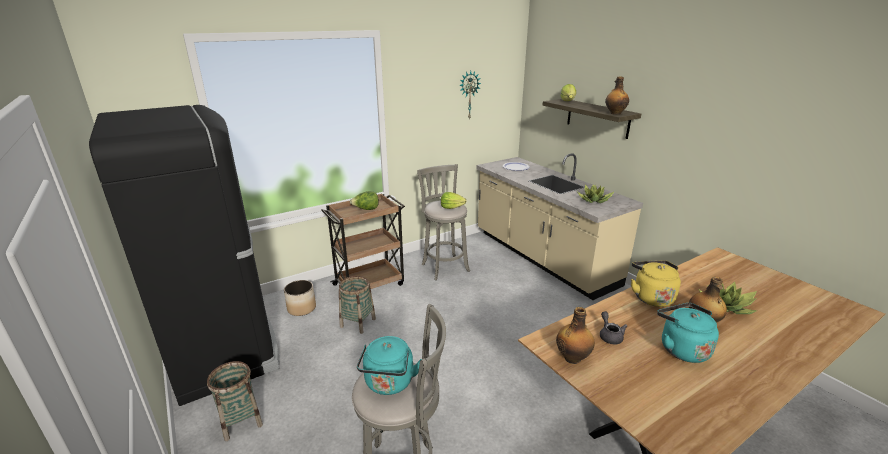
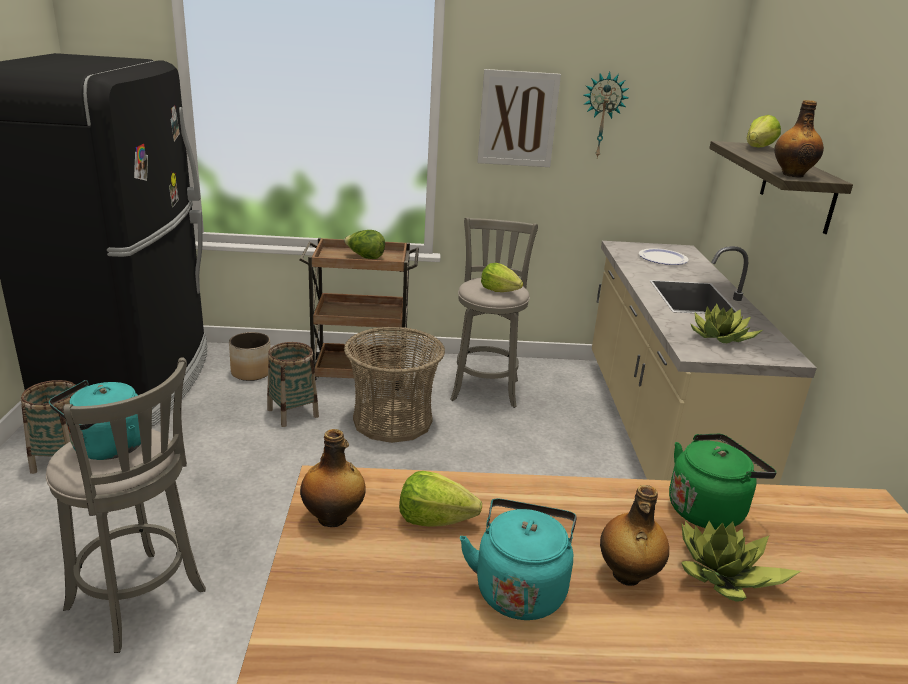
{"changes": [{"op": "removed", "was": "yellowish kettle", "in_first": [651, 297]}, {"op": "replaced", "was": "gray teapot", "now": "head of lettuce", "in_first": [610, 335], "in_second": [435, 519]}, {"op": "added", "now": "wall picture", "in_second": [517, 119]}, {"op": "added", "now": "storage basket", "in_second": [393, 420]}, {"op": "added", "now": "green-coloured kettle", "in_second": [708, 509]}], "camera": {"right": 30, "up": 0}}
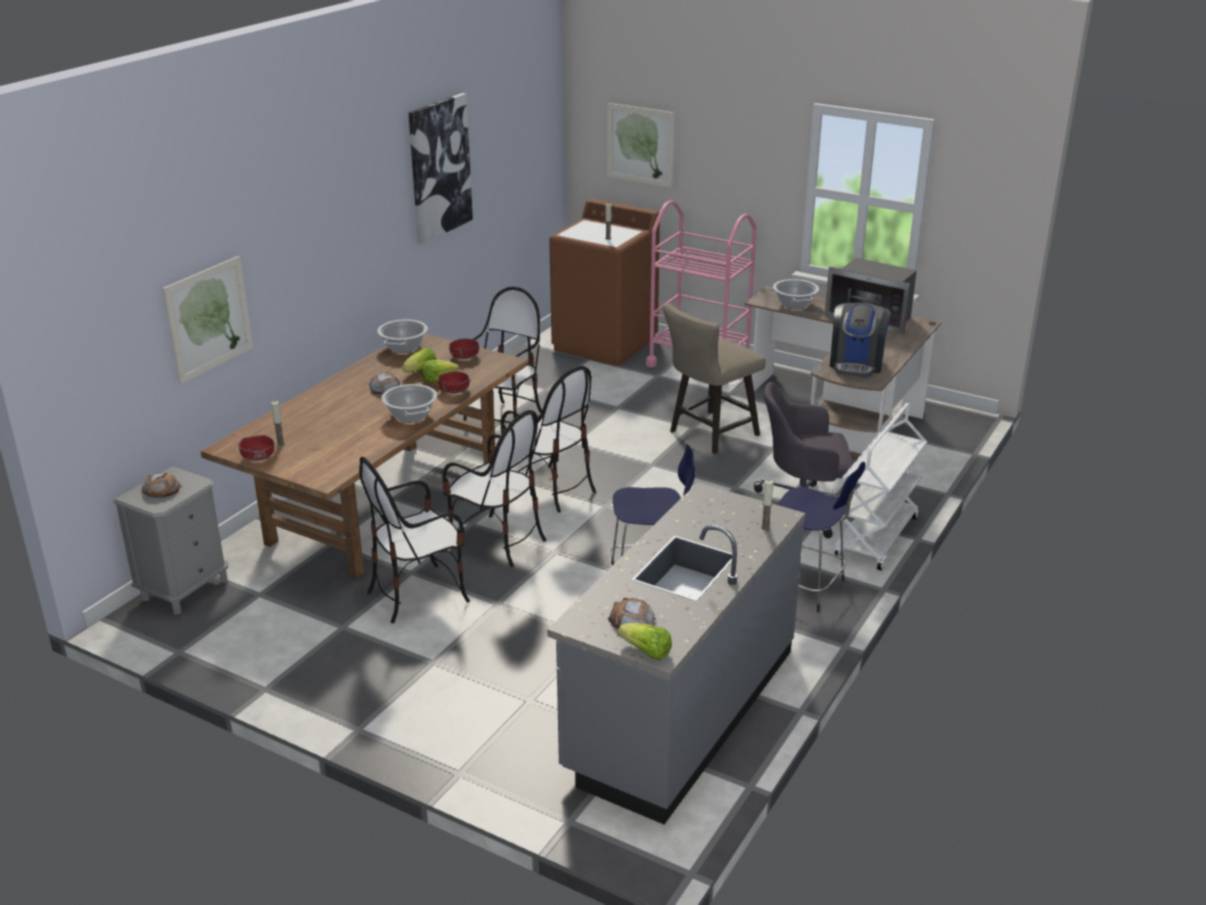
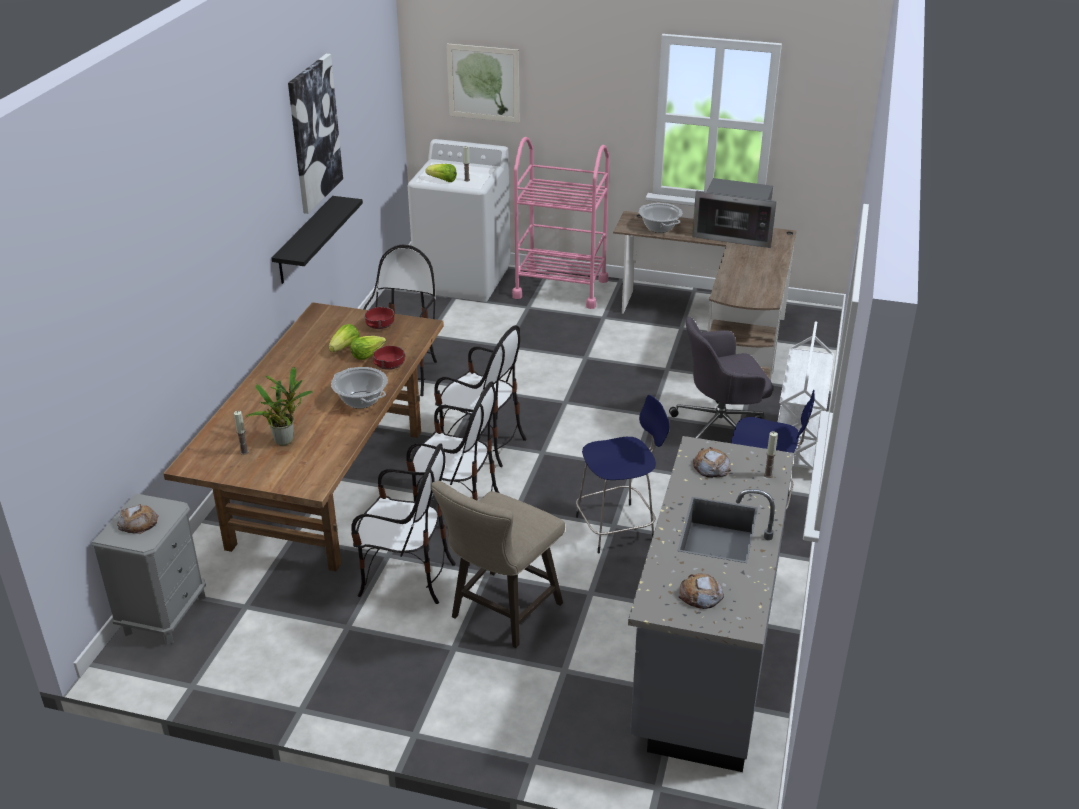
{"changes": [{"op": "recoloured", "was": "brownish laundry appliance", "now": "white laundry appliance", "in_first": [605, 344], "in_second": [463, 279]}, {"op": "removed", "was": "wall picture", "in_first": [209, 318]}, {"op": "removed", "was": "coffee maker", "in_first": [856, 364]}, {"op": "moved", "was": "beige stool seat", "in_first": [709, 435], "in_second": [501, 614]}, {"op": "removed", "was": "cooking pot", "in_first": [404, 347]}, {"op": "moved", "was": "bread", "in_first": [384, 388], "in_second": [711, 467]}, {"op": "removed", "was": "red serving bowl", "in_first": [258, 457]}, {"op": "turned", "was": "chair", "in_first": [418, 594], "in_second": [406, 577], "clockwise": -120}, {"op": "moved", "was": "head of lettuce", "in_first": [646, 652], "in_second": [442, 180]}, {"op": "added", "now": "black wall shelf", "in_second": [305, 240]}, {"op": "added", "now": "plant in a pot", "in_second": [286, 439]}], "camera": {"right": -15, "up": 5}}
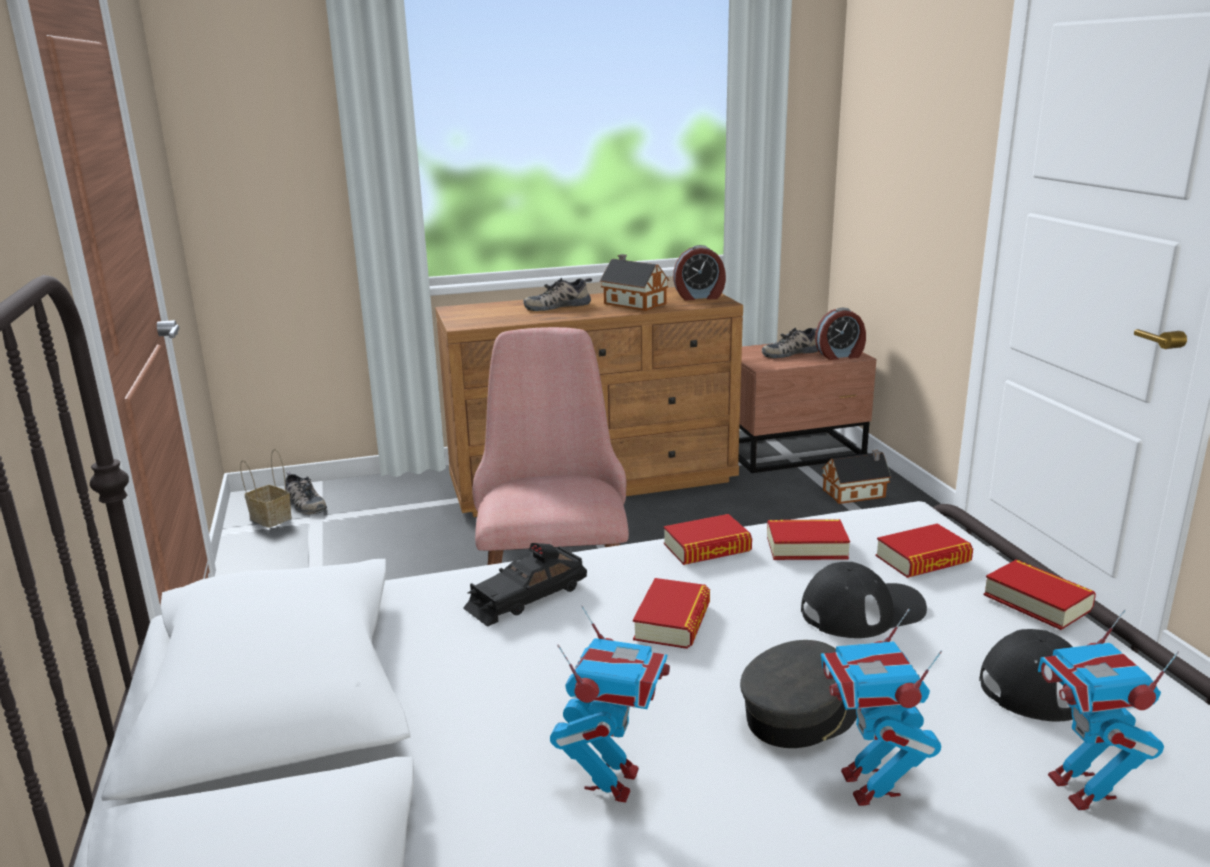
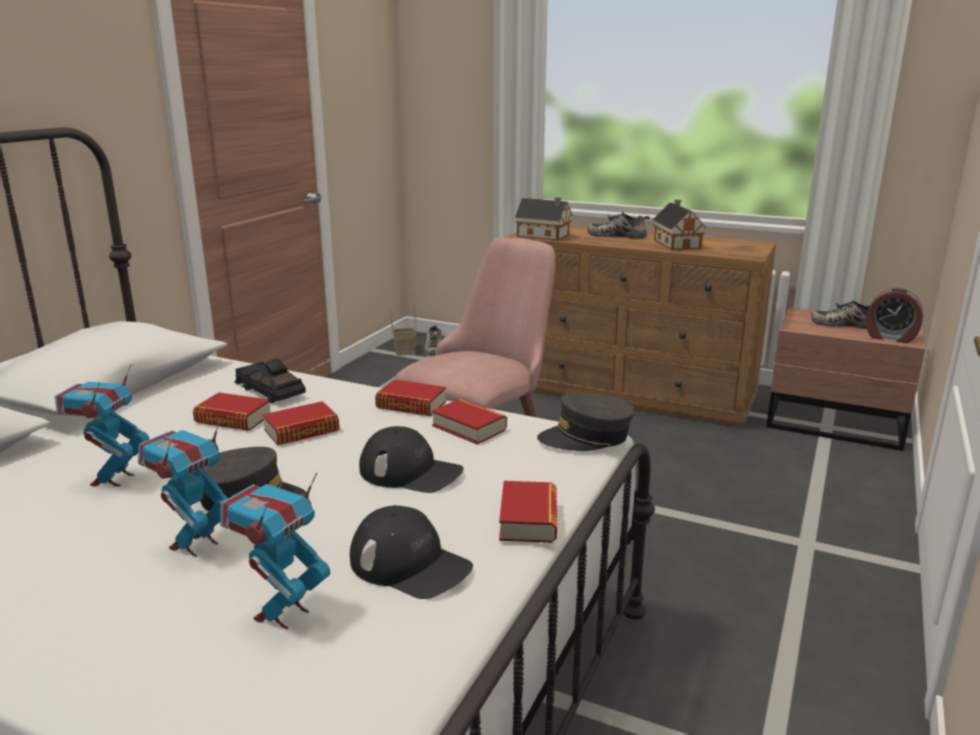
{"changes": [{"op": "removed", "was": "alarm clock", "in_first": [699, 297]}, {"op": "moved", "was": "model house", "in_first": [856, 493], "in_second": [544, 236]}, {"op": "moved", "was": "volume", "in_first": [922, 559], "in_second": [233, 419]}, {"op": "turned", "was": "black miniature car", "in_first": [526, 596], "in_second": [269, 390], "clockwise": 45}, {"op": "turned", "was": "robot figure", "in_first": [612, 781], "in_second": [113, 479], "clockwise": 135}, {"op": "added", "now": "gray peaked cap", "in_second": [586, 437]}], "camera": {"right": 40, "up": 0}}
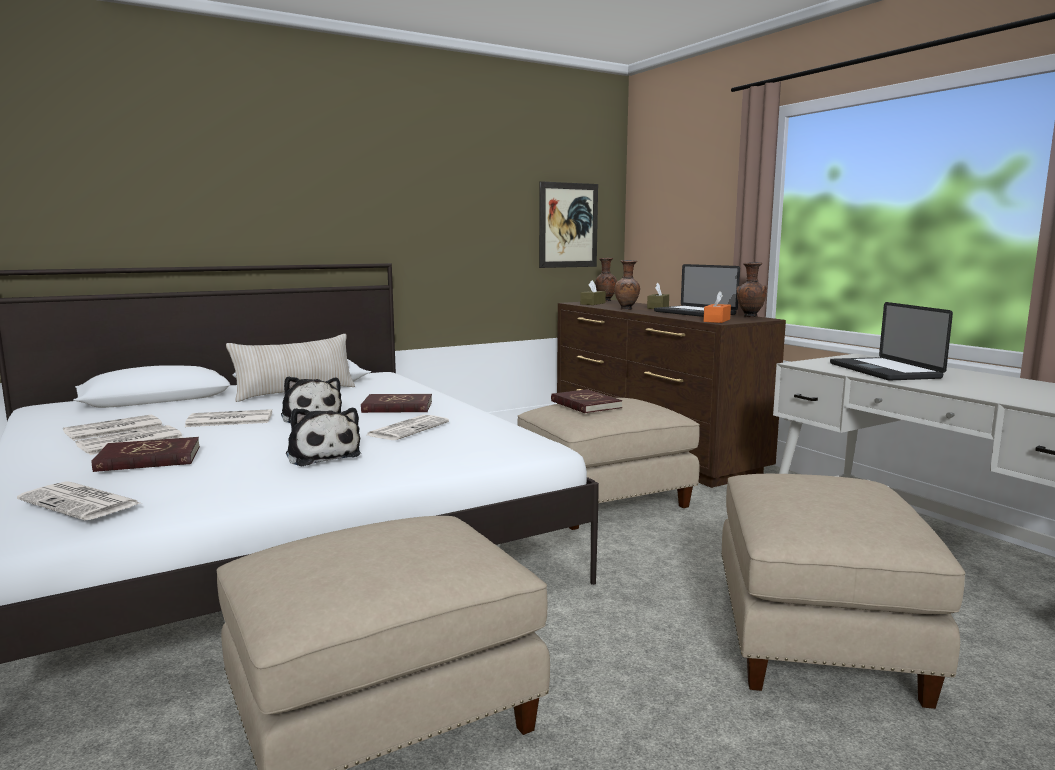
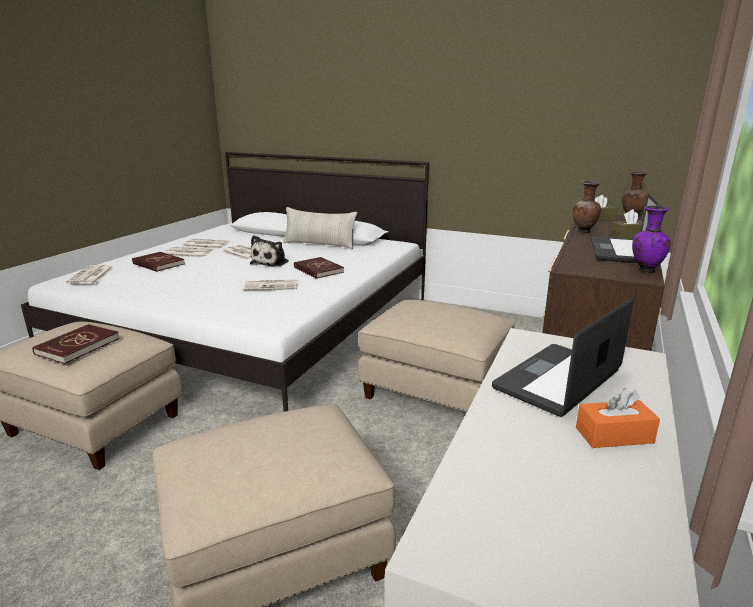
{"changes": [{"op": "removed", "was": "wall picture", "in_first": [568, 225]}, {"op": "recoloured", "was": "brownish flower vase", "now": "purple-coloured flower vase", "in_first": [749, 317], "in_second": [645, 271]}, {"op": "moved", "was": "orange-coloured tissue box", "in_first": [717, 320], "in_second": [614, 435]}, {"op": "moved", "was": "red volume", "in_first": [585, 404], "in_second": [77, 346]}, {"op": "removed", "was": "plush toy", "in_first": [322, 455]}], "camera": {"right": 55, "up": 10}}
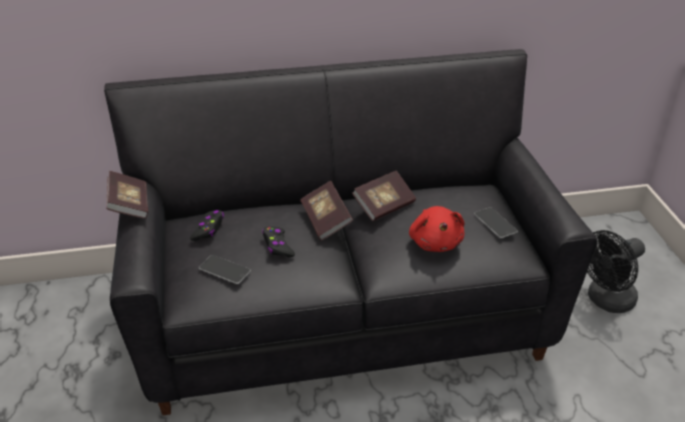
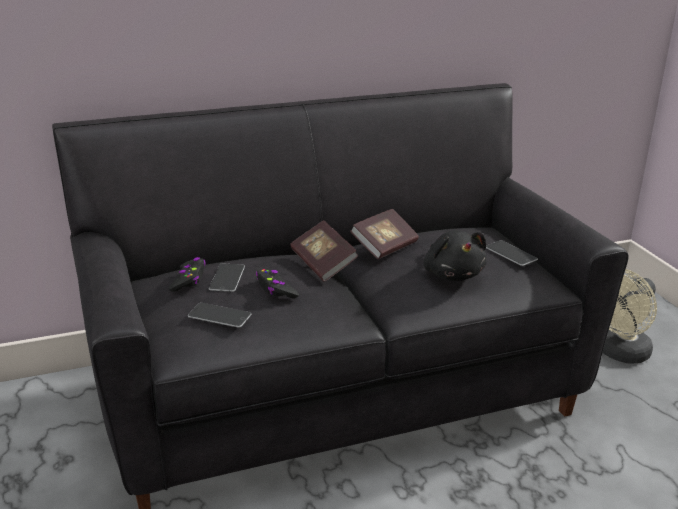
{"changes": [{"op": "removed", "was": "volume", "in_first": [129, 206]}, {"op": "recoloured", "was": "red plush toy", "now": "black plush toy", "in_first": [435, 242], "in_second": [452, 274]}, {"op": "recoloured", "was": "black cooling fan", "now": "beige cooling fan", "in_first": [606, 301], "in_second": [619, 354]}, {"op": "added", "now": "phone", "in_second": [227, 278]}], "camera": {"right": -10, "up": -10}}
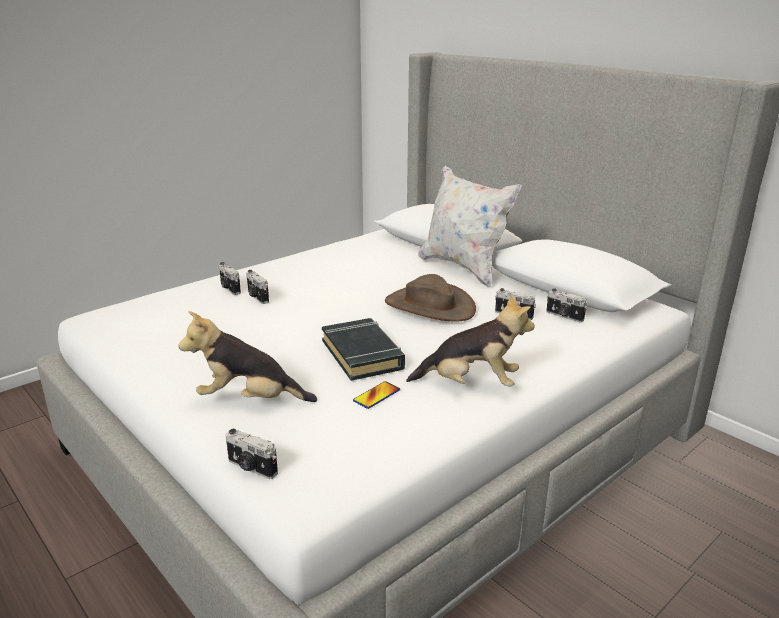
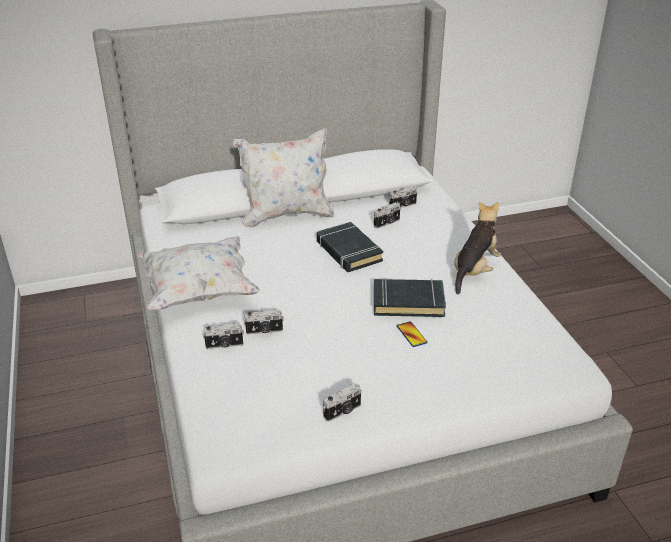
{"changes": [{"op": "replaced", "was": "brownish wearable hat", "now": "black volume", "in_first": [429, 306], "in_second": [348, 251]}, {"op": "removed", "was": "plush toy", "in_first": [249, 400]}, {"op": "moved", "was": "phone", "in_first": [376, 396], "in_second": [411, 335]}, {"op": "moved", "was": "still camera", "in_first": [251, 468], "in_second": [343, 412]}, {"op": "added", "now": "white throw pillow", "in_second": [199, 291]}], "camera": {"right": -65, "up": 10}}
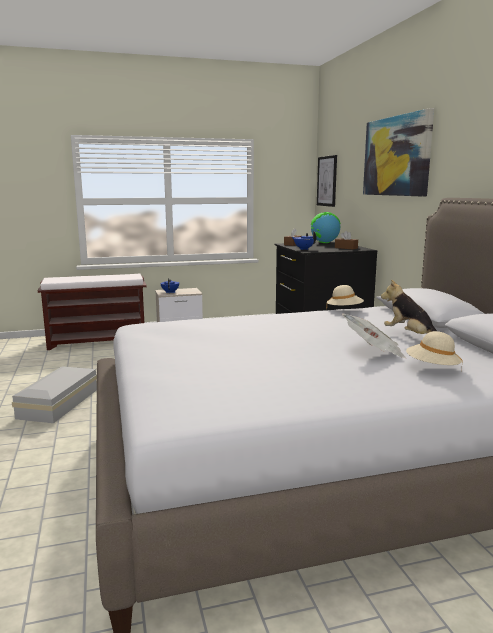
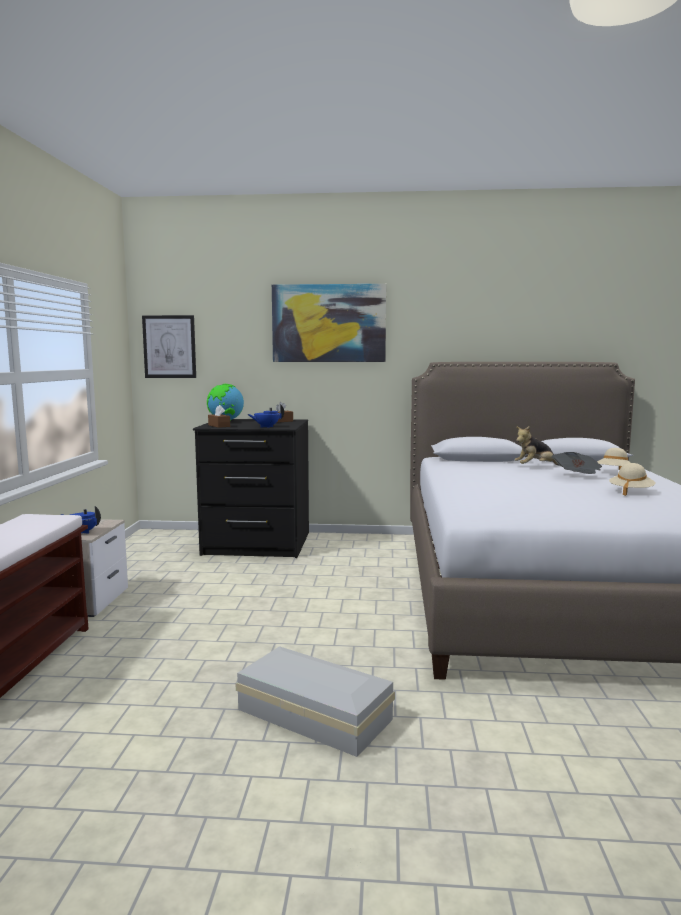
{"changes": [{"op": "moved", "was": "beige wearable hat", "in_first": [344, 310], "in_second": [631, 492]}], "camera": {"right": -70, "up": -5}}
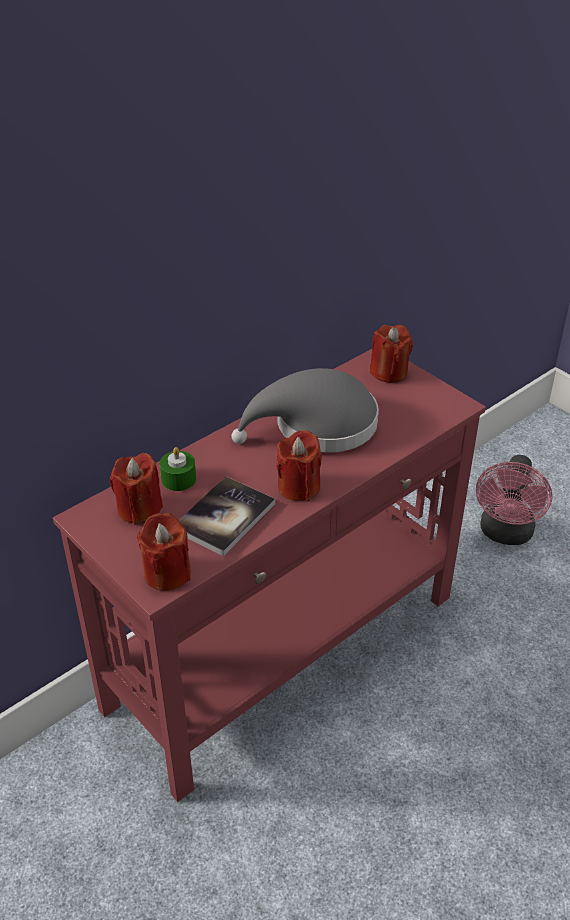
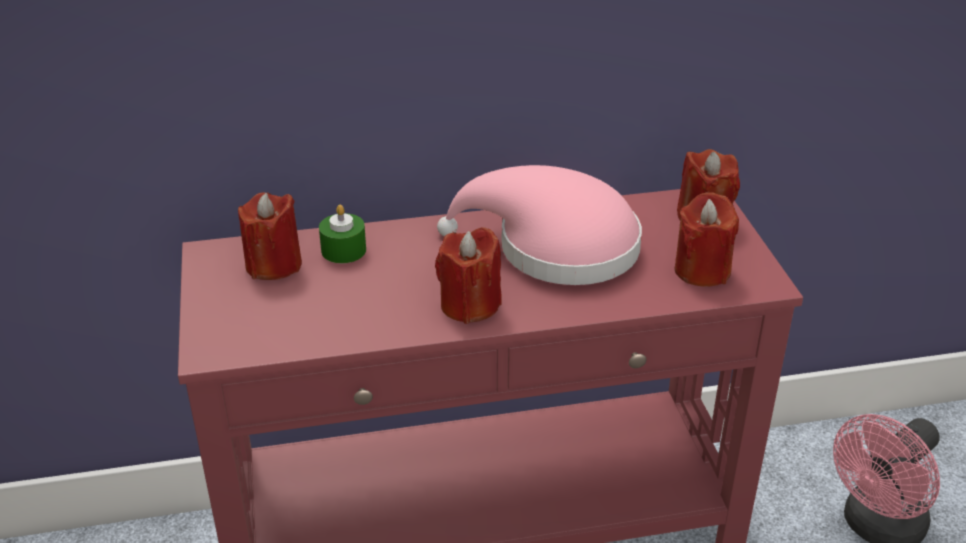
{"changes": [{"op": "recoloured", "was": "gray wearable hat", "now": "pinkish wearable hat", "in_first": [317, 426], "in_second": [555, 248]}, {"op": "removed", "was": "volume", "in_first": [225, 517]}, {"op": "moved", "was": "red wax light", "in_first": [167, 573], "in_second": [702, 270]}], "camera": {"right": 30, "up": -5}}
